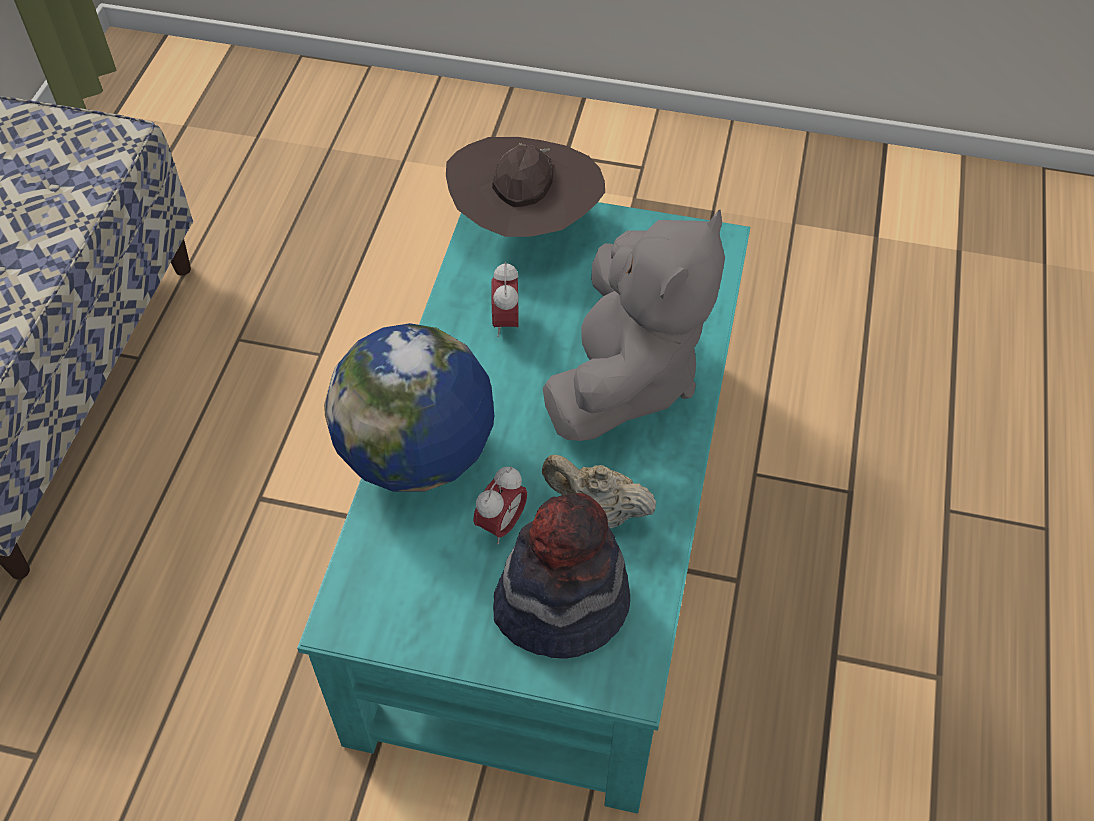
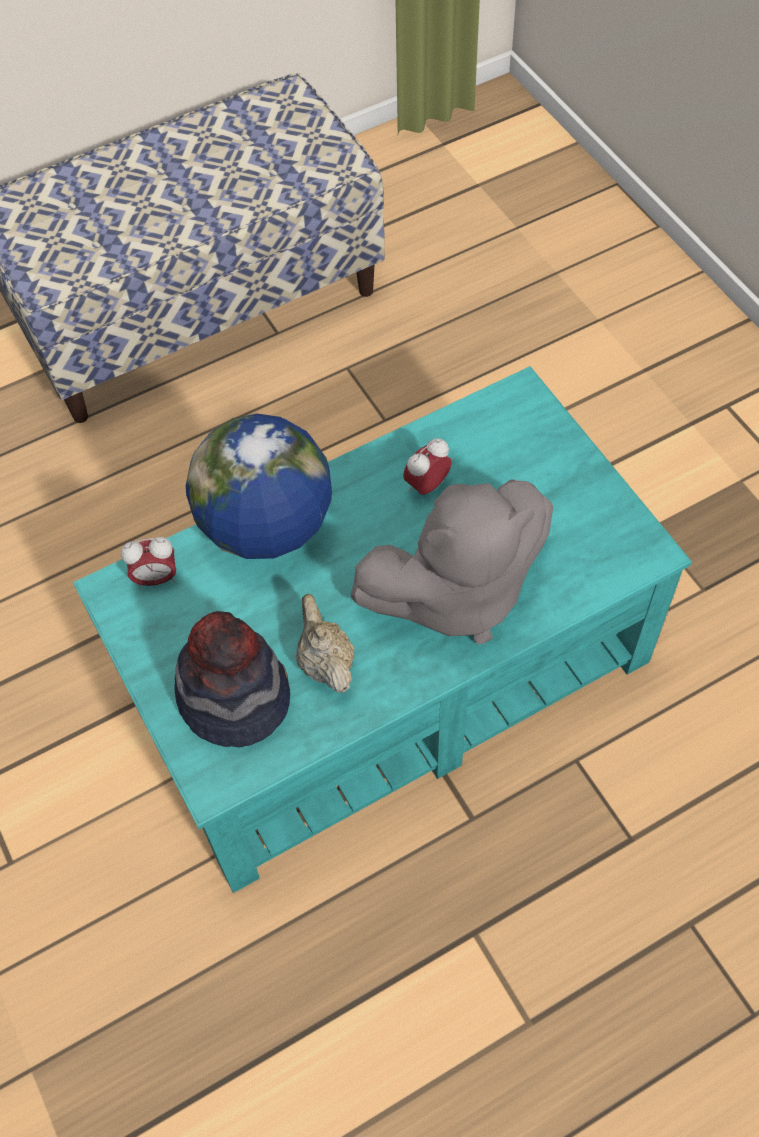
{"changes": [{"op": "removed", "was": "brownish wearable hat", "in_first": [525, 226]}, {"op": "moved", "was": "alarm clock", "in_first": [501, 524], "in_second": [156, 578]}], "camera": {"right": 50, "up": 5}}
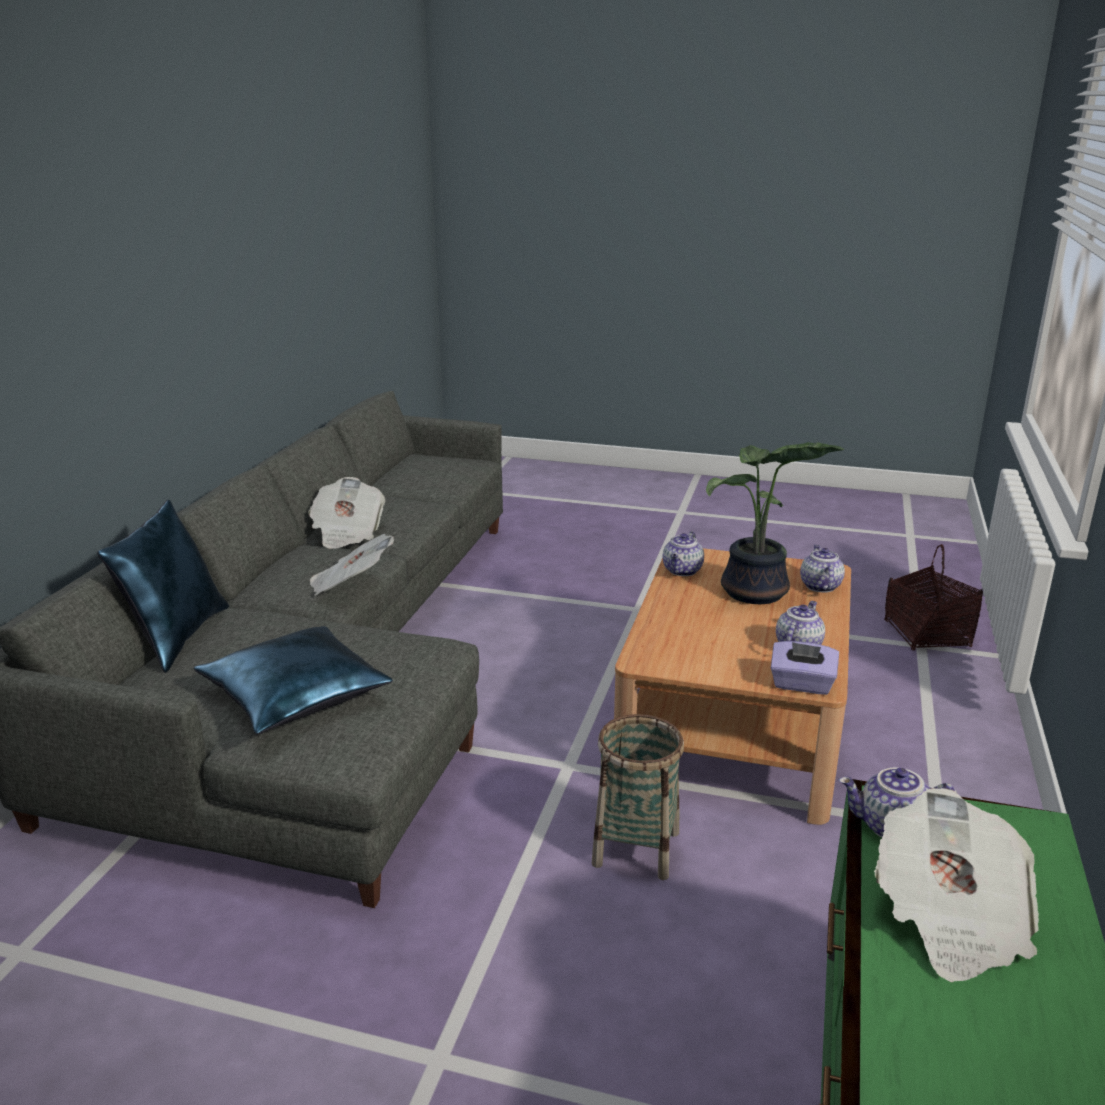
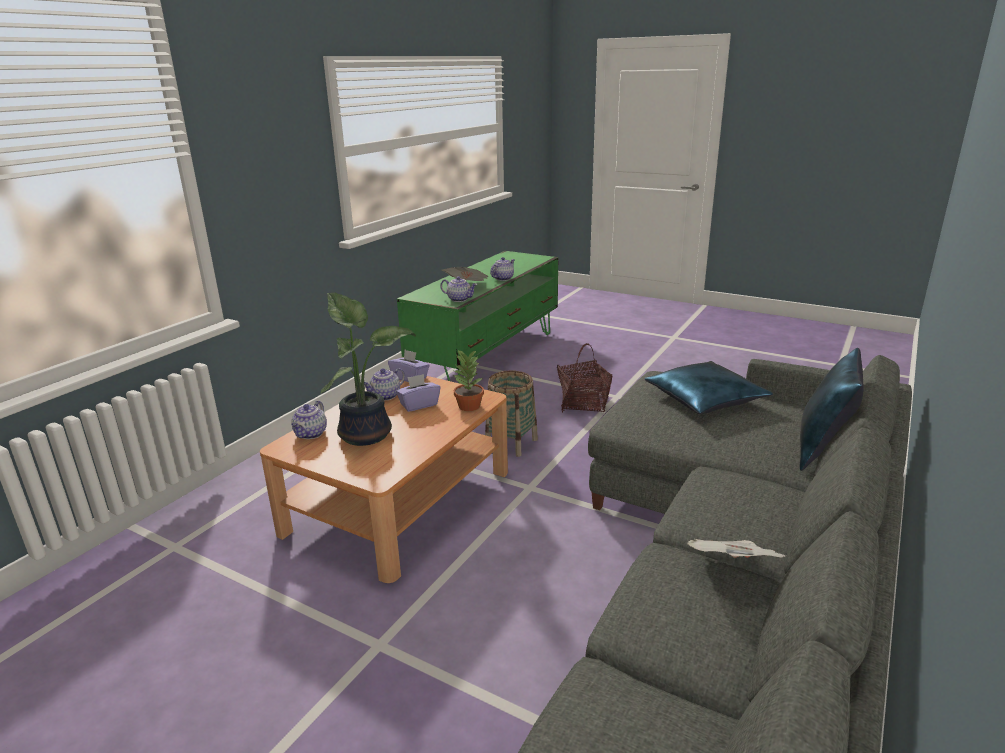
{"changes": [{"op": "moved", "was": "teapot", "in_first": [682, 571], "in_second": [503, 278]}, {"op": "removed", "was": "daily paper", "in_first": [351, 585]}, {"op": "moved", "was": "storage basket", "in_first": [926, 634], "in_second": [583, 403]}, {"op": "added", "now": "plant in a pot", "in_second": [468, 406]}, {"op": "added", "now": "purple-coloured tissue box", "in_second": [419, 405]}], "camera": {"right": -165, "up": 0}}
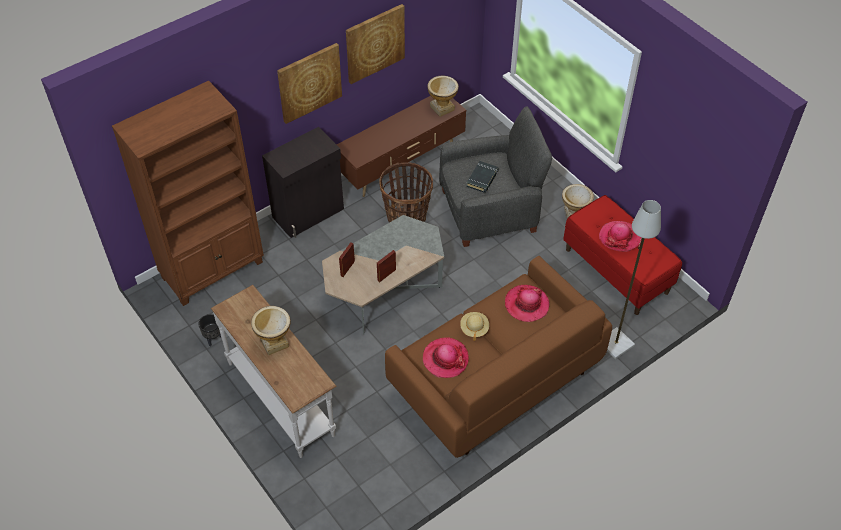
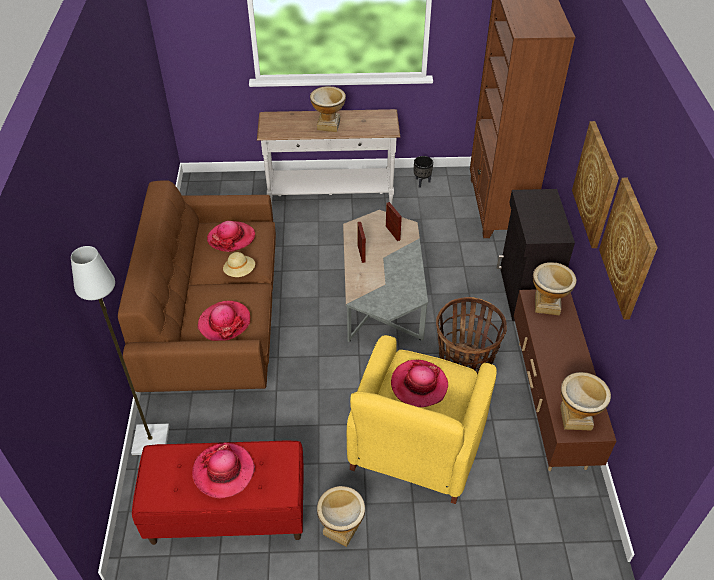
{"changes": [{"op": "recoloured", "was": "gray easy chair", "now": "yellowish easy chair", "in_first": [490, 210], "in_second": [416, 445]}, {"op": "replaced", "was": "black volume", "now": "wearable hat", "in_first": [482, 179], "in_second": [419, 385]}, {"op": "added", "now": "flower vase", "in_second": [547, 305]}], "camera": {"right": 125, "up": -5}}
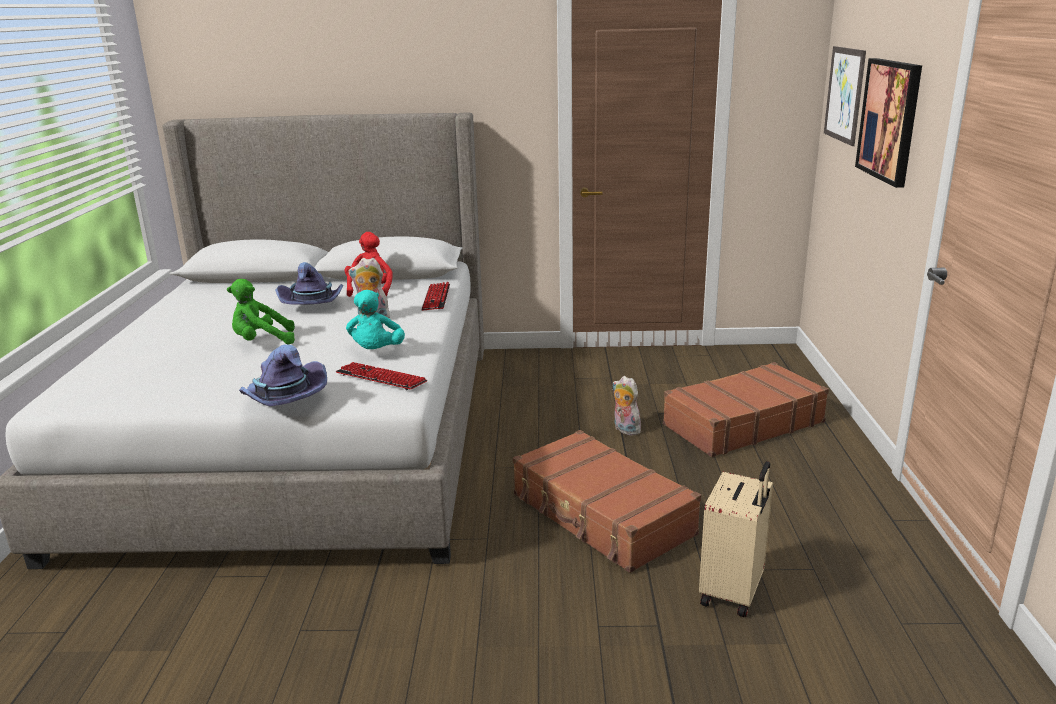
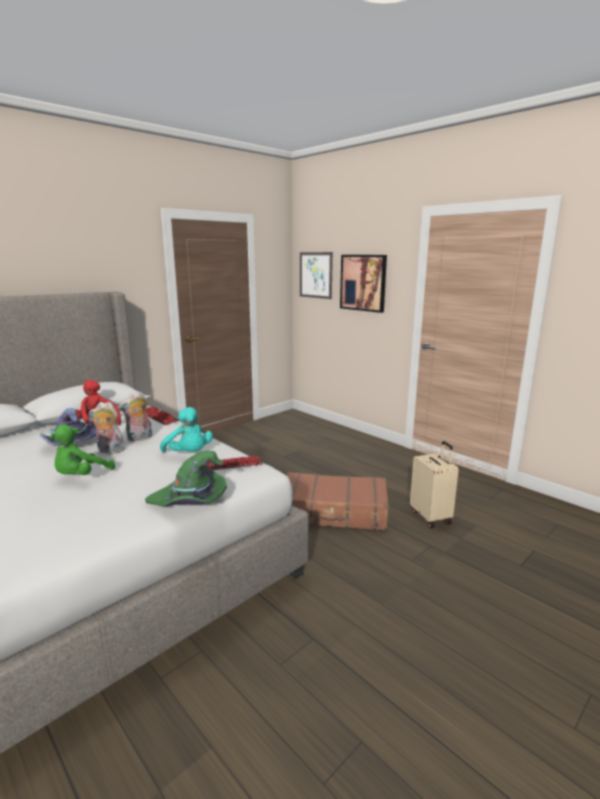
{"changes": [{"op": "recoloured", "was": "purple-coloured wearable hat", "now": "green-coloured wearable hat", "in_first": [283, 400], "in_second": [190, 500]}, {"op": "removed", "was": "brownish piece of luggage", "in_first": [742, 423]}, {"op": "moved", "was": "plush toy", "in_first": [624, 430], "in_second": [109, 450]}], "camera": {"right": -45, "up": -5}}
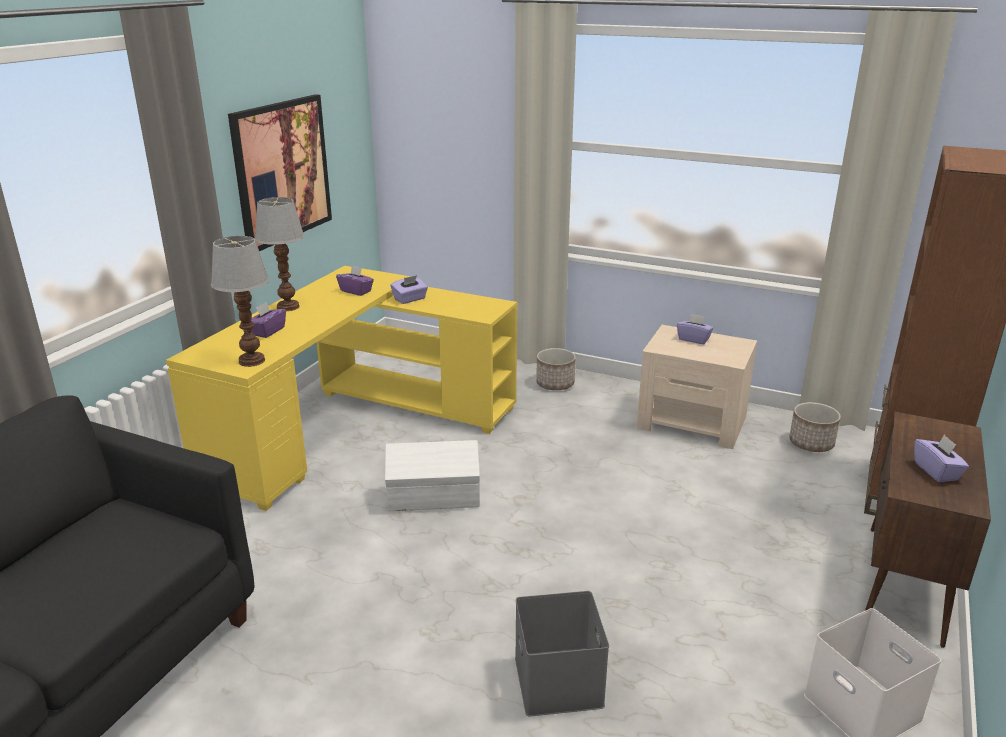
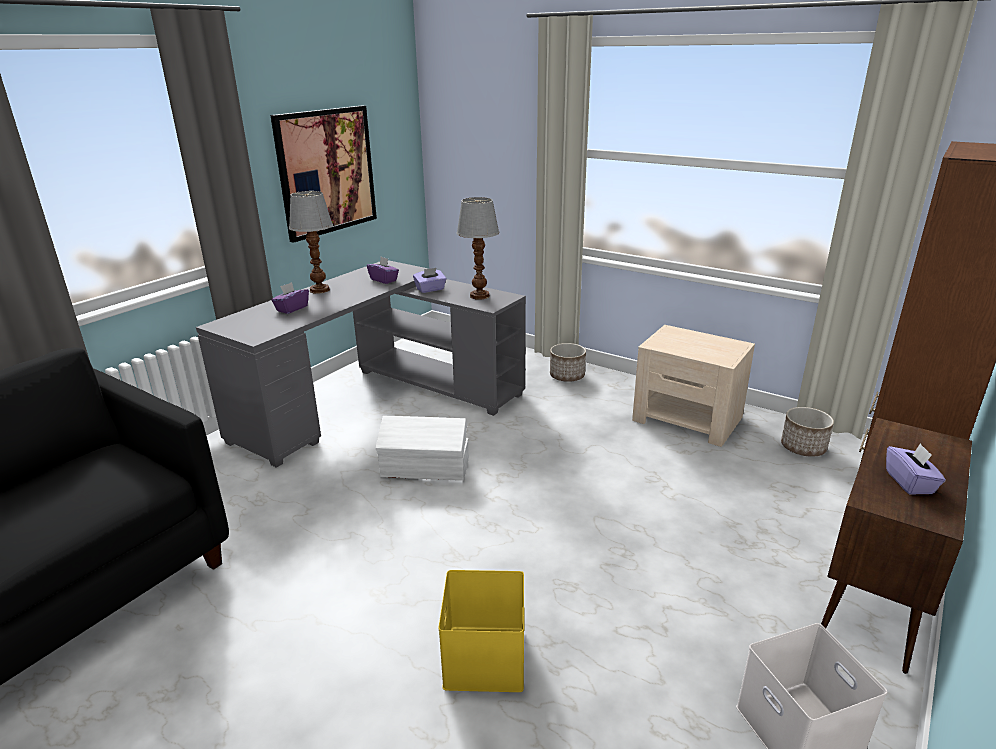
{"changes": [{"op": "moved", "was": "tabletop lamp", "in_first": [251, 361], "in_second": [479, 296]}, {"op": "recoloured", "was": "yellowish desk table", "now": "gray desk table", "in_first": [354, 426], "in_second": [378, 400]}, {"op": "removed", "was": "purple-coloured tissue box", "in_first": [693, 339]}, {"op": "recoloured", "was": "gray storage bin", "now": "yellowish storage bin", "in_first": [560, 682], "in_second": [486, 659]}], "camera": {"right": 10, "up": 0}}
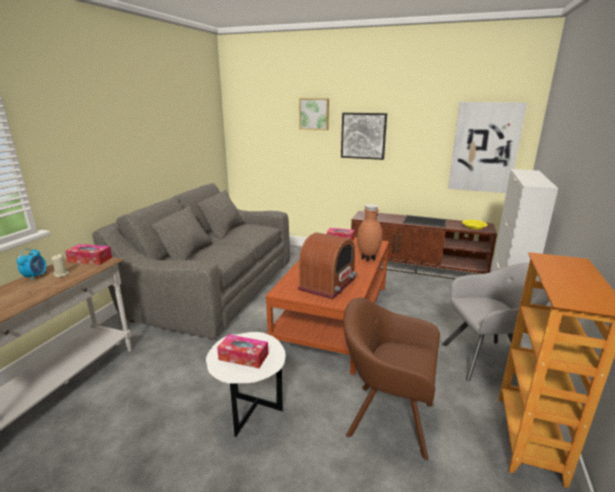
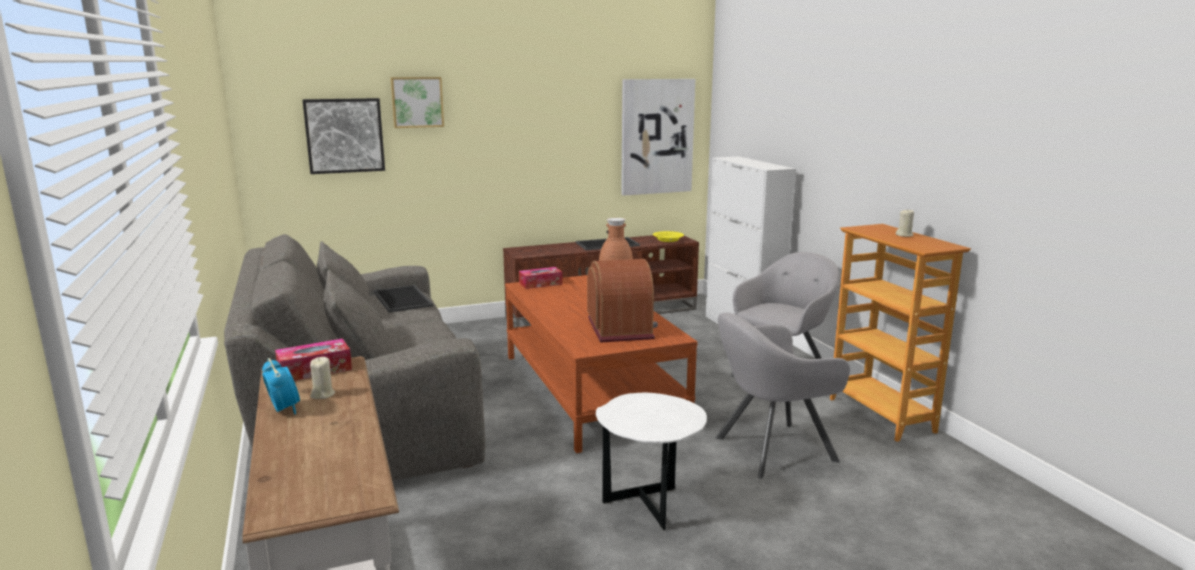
{"changes": [{"op": "moved", "was": "wall picture", "in_first": [363, 136], "in_second": [344, 135]}, {"op": "recoloured", "was": "brownish easy chair", "now": "gray easy chair", "in_first": [386, 418], "in_second": [770, 450]}, {"op": "removed", "was": "tissue box", "in_first": [243, 357]}, {"op": "added", "now": "beige wax light", "in_second": [904, 235]}, {"op": "added", "now": "tray", "in_second": [401, 299]}], "camera": {"right": -40, "up": -5}}
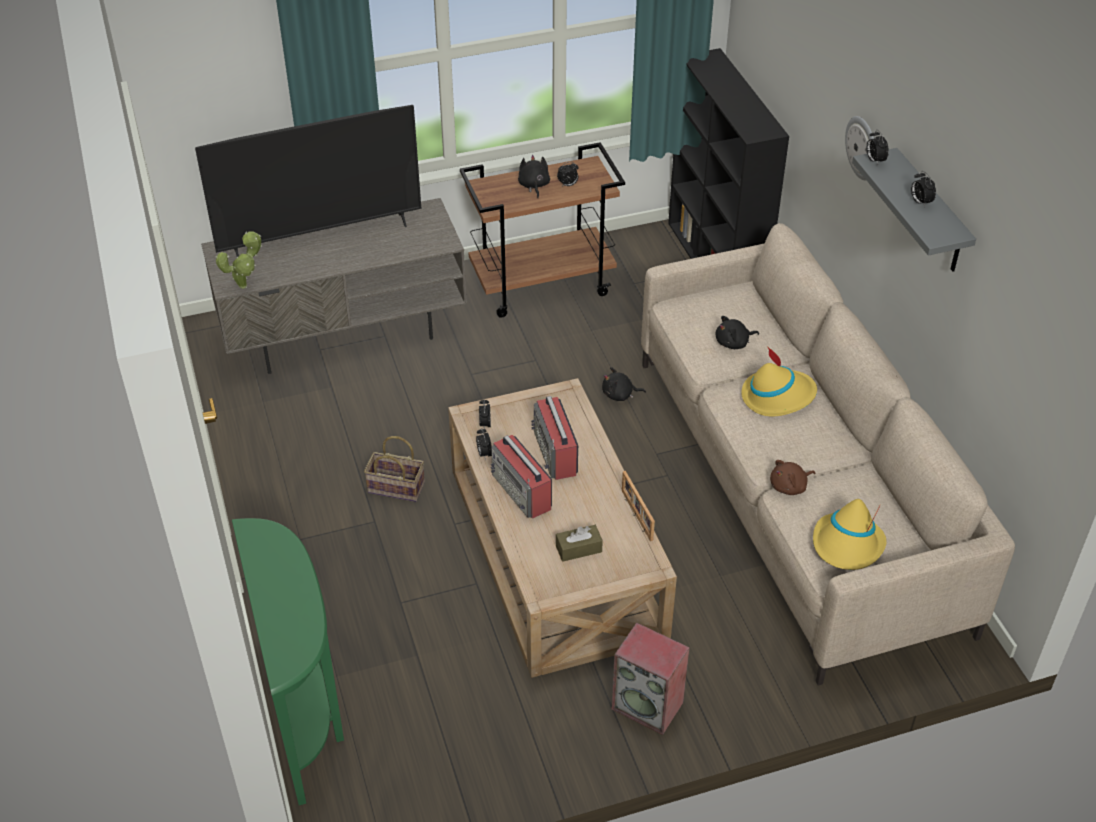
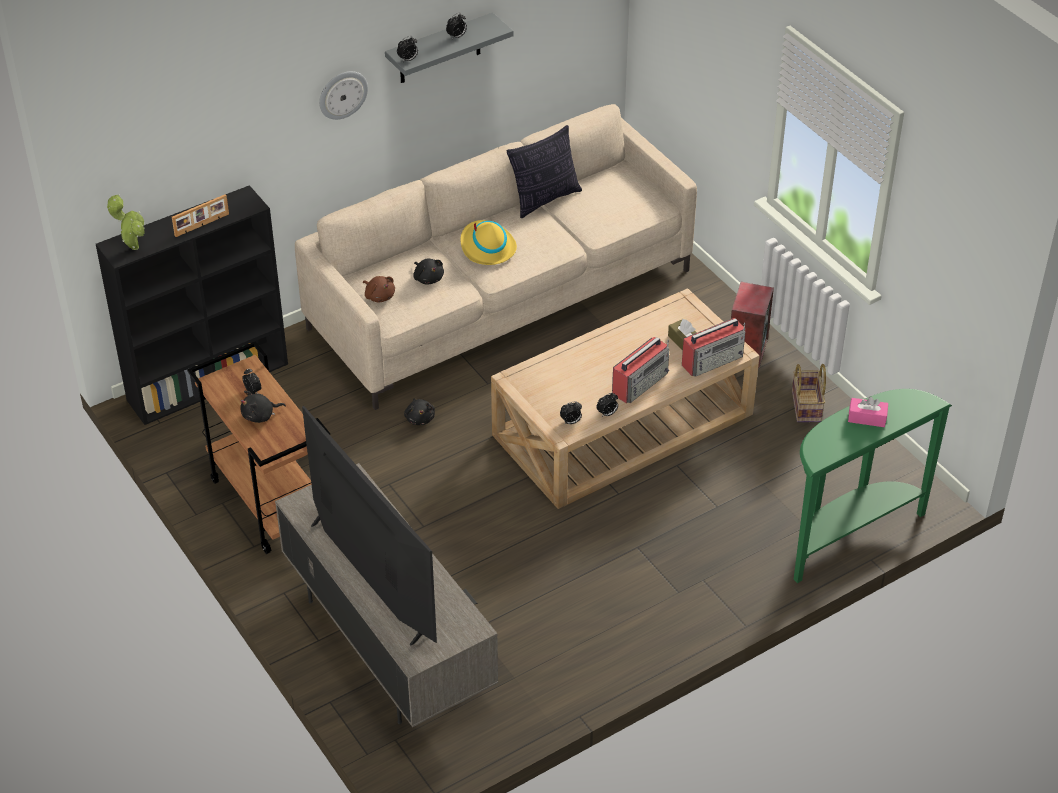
{"changes": [{"op": "moved", "was": "plant in a pot", "in_first": [245, 284], "in_second": [133, 246]}, {"op": "moved", "was": "radio receiver", "in_first": [555, 453], "in_second": [713, 360]}, {"op": "moved", "was": "storage basket", "in_first": [394, 488], "in_second": [807, 407]}, {"op": "moved", "was": "brownish plush toy", "in_first": [790, 486], "in_second": [379, 296]}, {"op": "moved", "was": "standing frame", "in_first": [636, 515], "in_second": [202, 225]}, {"op": "removed", "was": "yellowish wearable hat", "in_first": [847, 545]}, {"op": "added", "now": "throw pillow", "in_second": [545, 199]}, {"op": "added", "now": "pinkish tissue box", "in_second": [867, 418]}], "camera": {"right": -105, "up": 0}}
